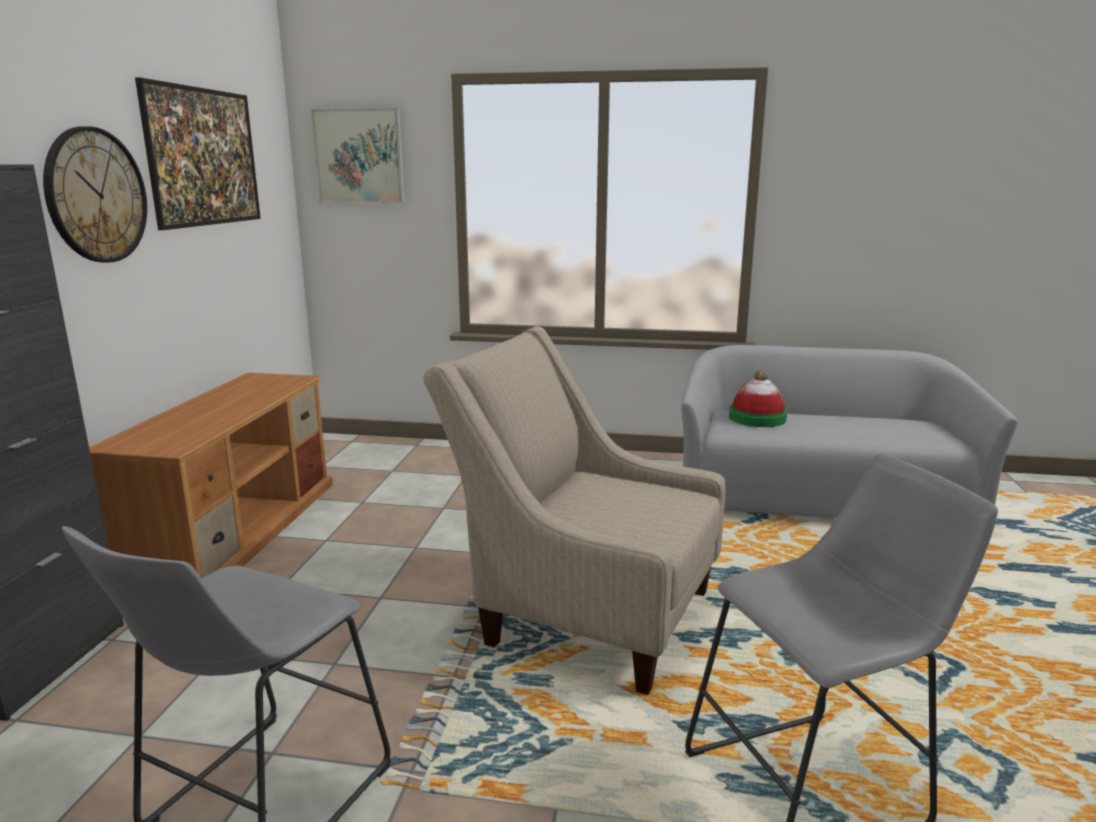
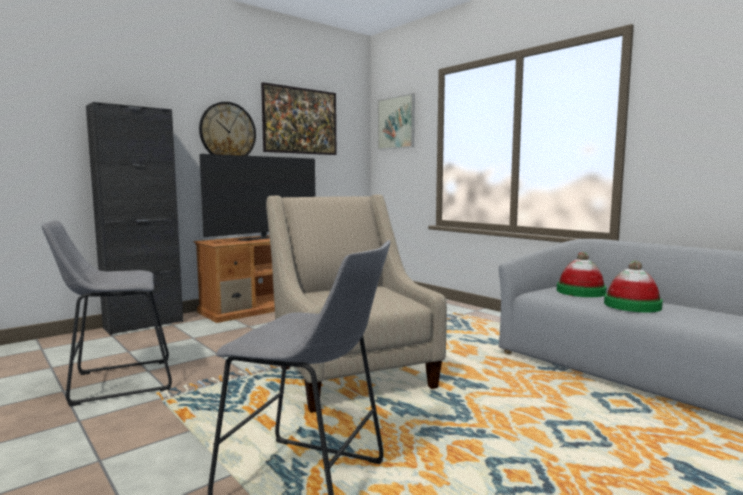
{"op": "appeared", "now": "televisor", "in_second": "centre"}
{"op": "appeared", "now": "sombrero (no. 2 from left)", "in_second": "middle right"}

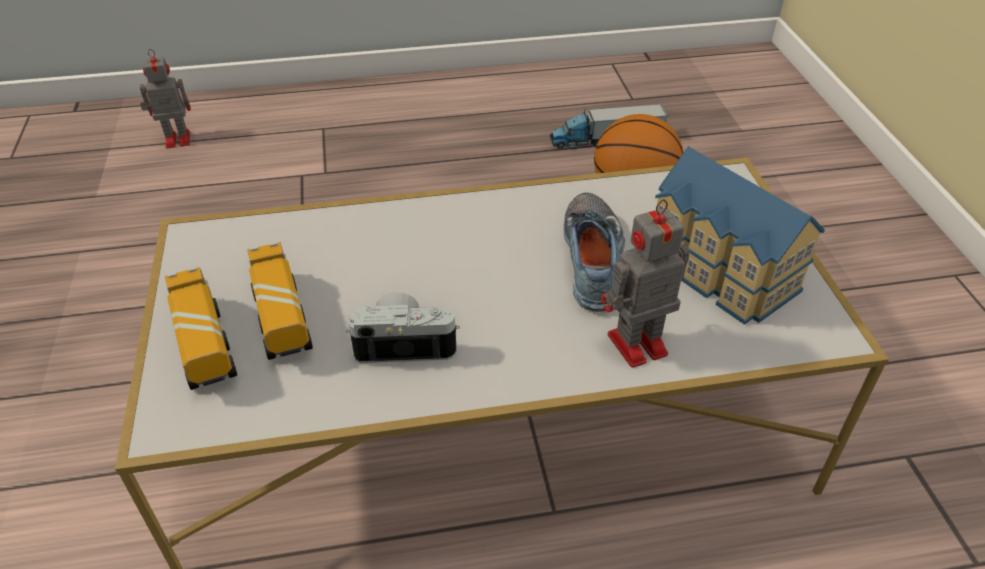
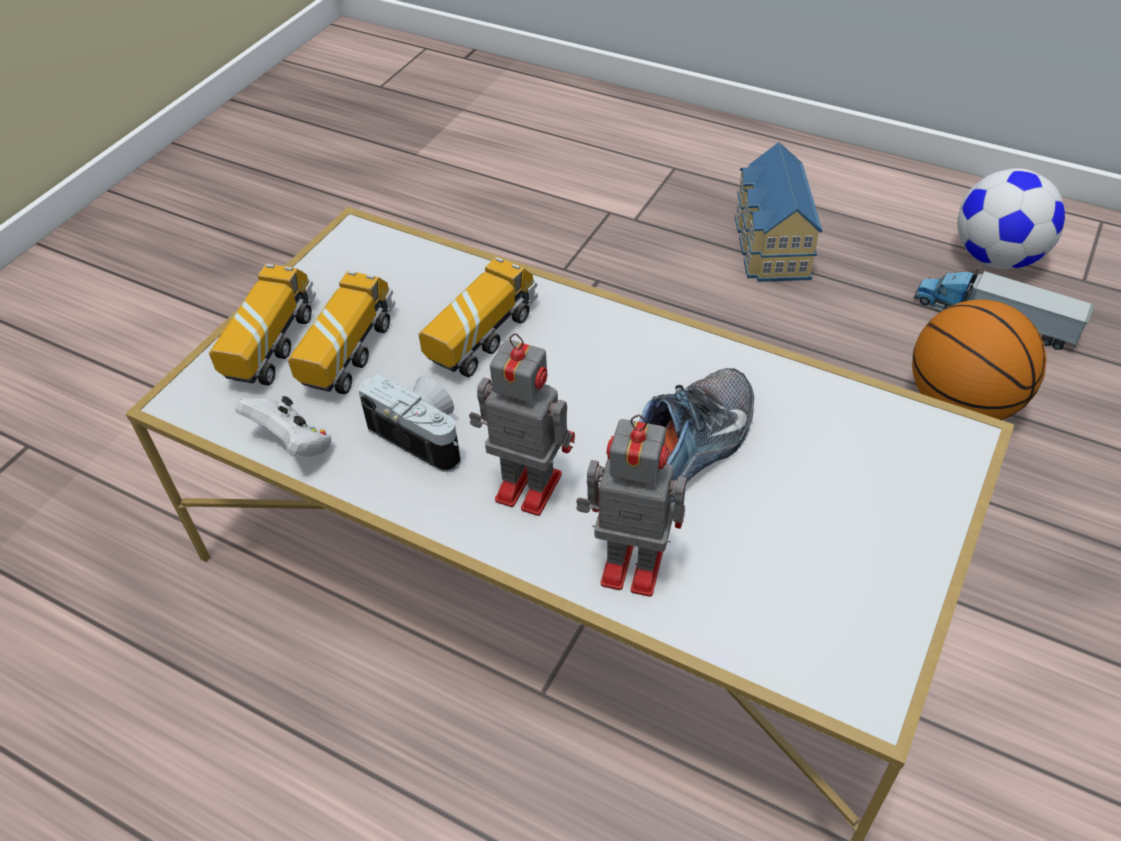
{"op": "relocated", "was": "robot de juguete (no. 1 from left)", "in_first": "top left", "in_second": "centre"}
{"op": "relocated", "was": "casita", "in_first": "middle right", "in_second": "top right"}
{"op": "appeared", "now": "mando de consola (blanco)", "in_second": "middle left"}
{"op": "appeared", "now": "camión de juguete (no. 3 from left)", "in_second": "centre"}
{"op": "appeared", "now": "balón de fútbol", "in_second": "top right"}

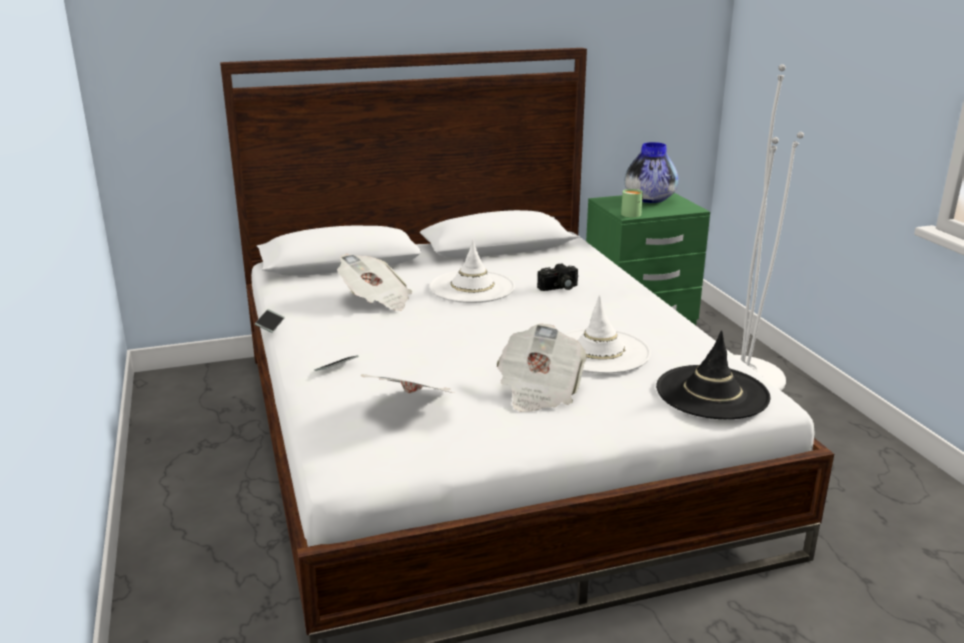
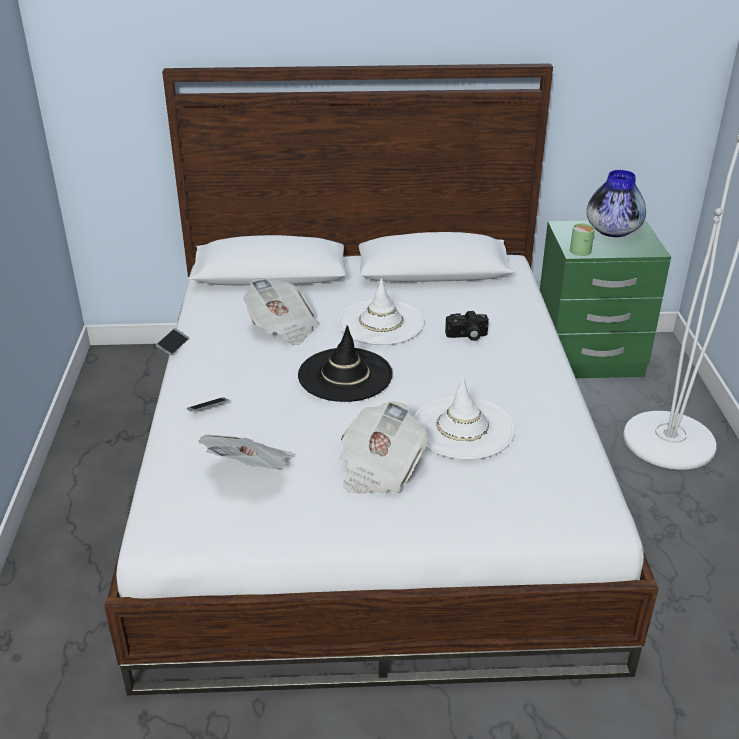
{"op": "relocated", "was": "sombrero (negro)", "in_first": "middle right", "in_second": "centre"}

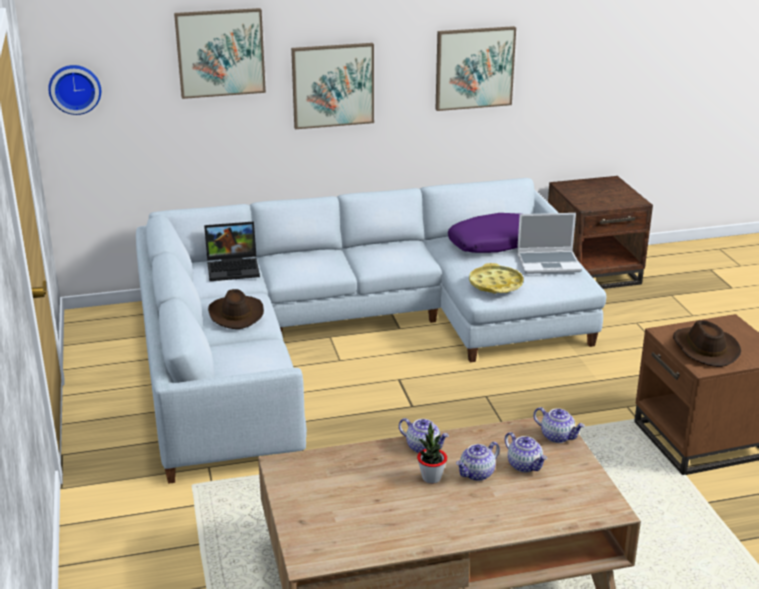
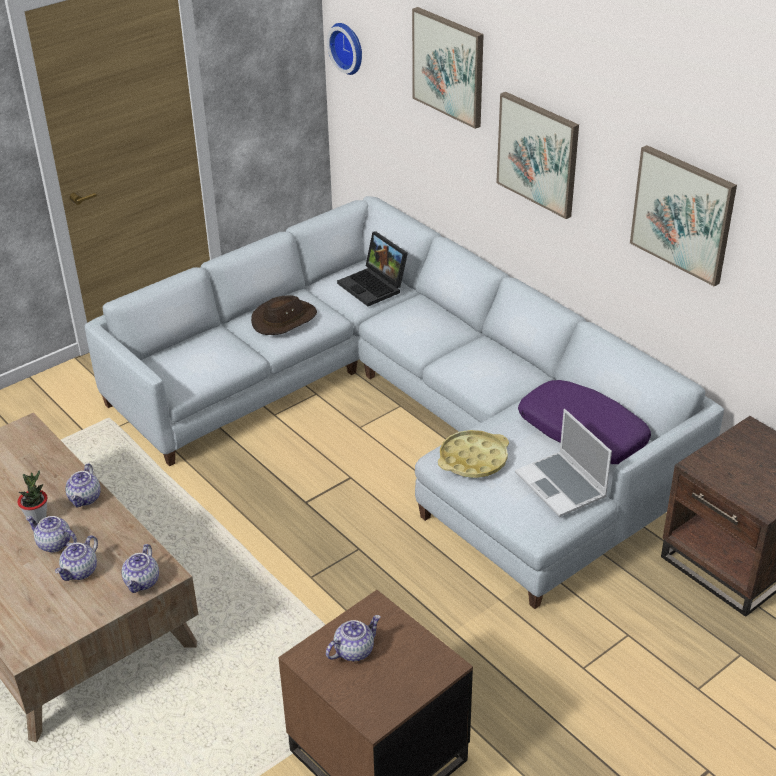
{"op": "exchanged", "was": "sombrero (marrón) (no. 2 from left)", "now": "tetera (no. 5 from left)", "in_first": "middle right", "in_second": "bottom centre"}

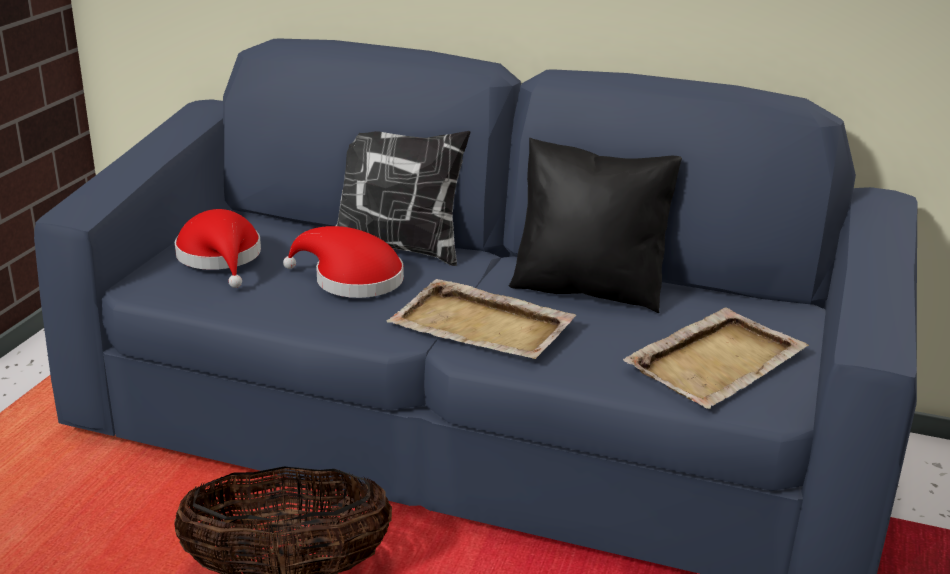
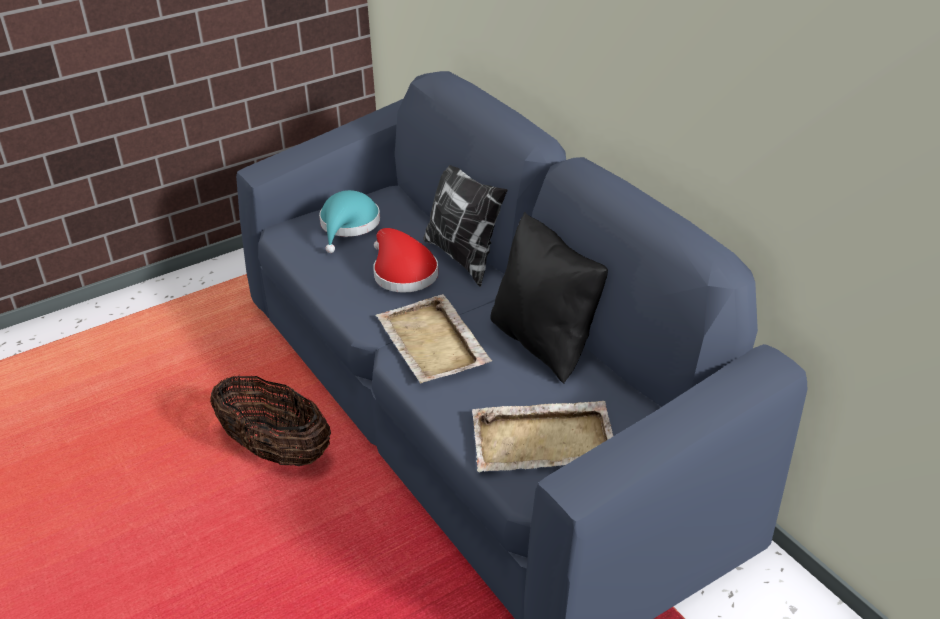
{"op": "colour", "was": "sombrero (rojo) (no. 1 from left)", "now": "sombrero (turquesa)", "in_first": "middle left", "in_second": "centre"}

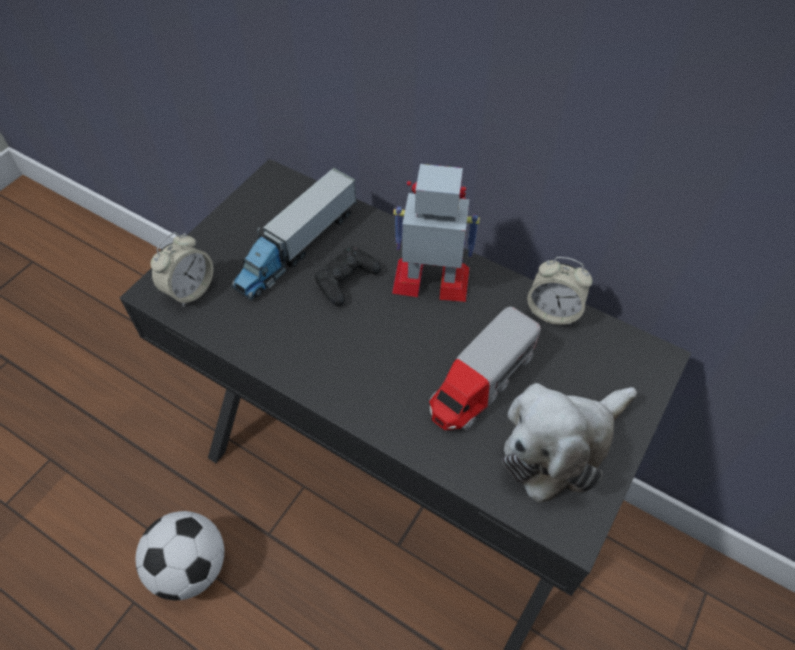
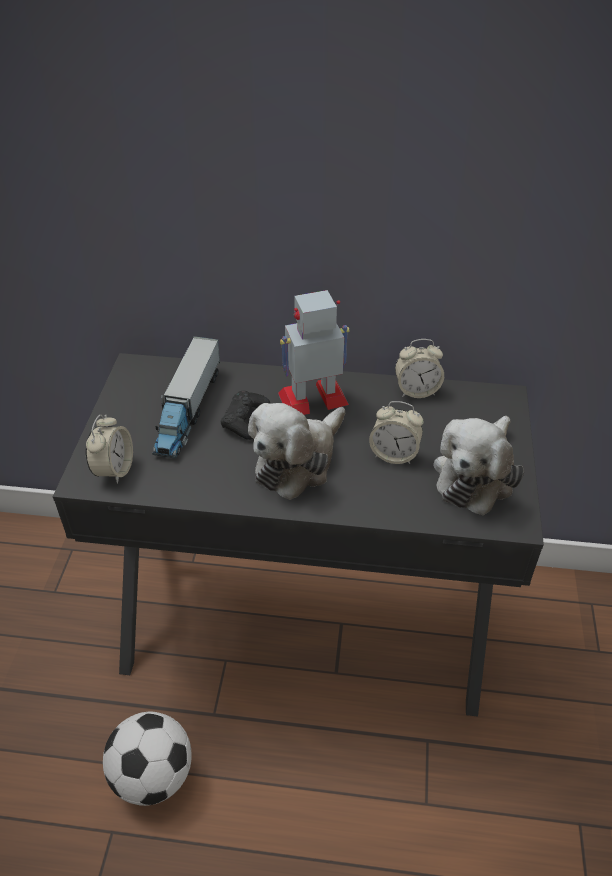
{"op": "exchanged", "was": "camión de juguete (no. 2 from left)", "now": "despertador (no. 2 from left)", "in_first": "centre", "in_second": "centre"}
{"op": "appeared", "now": "peluche (no. 1 from left)", "in_second": "centre"}

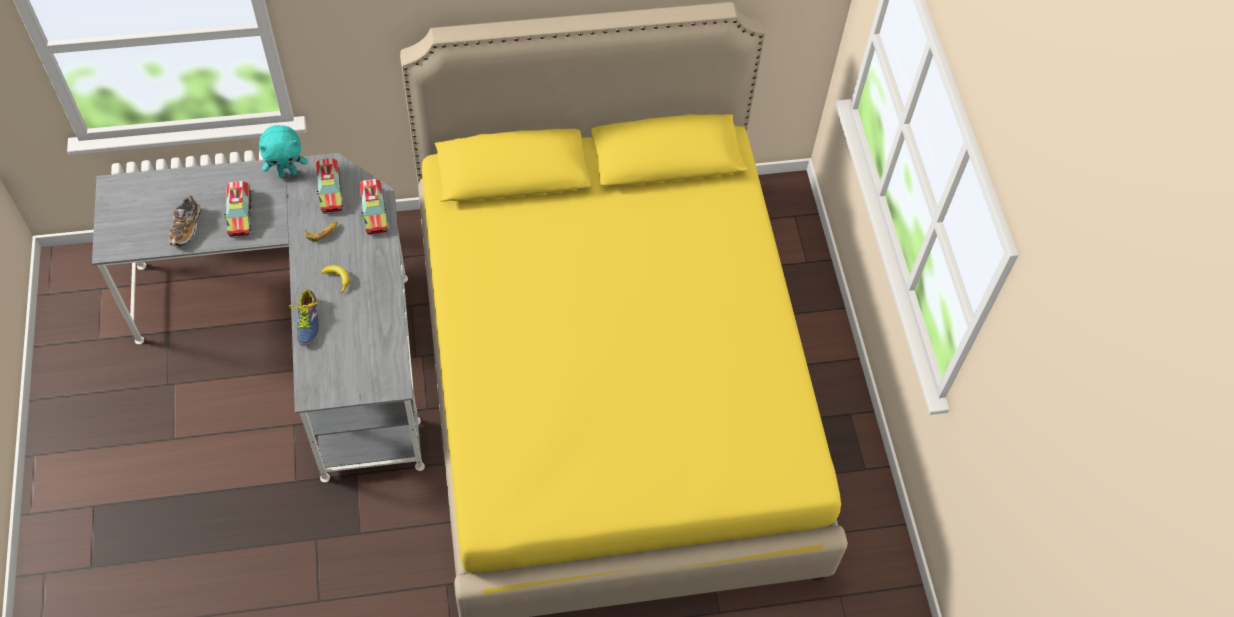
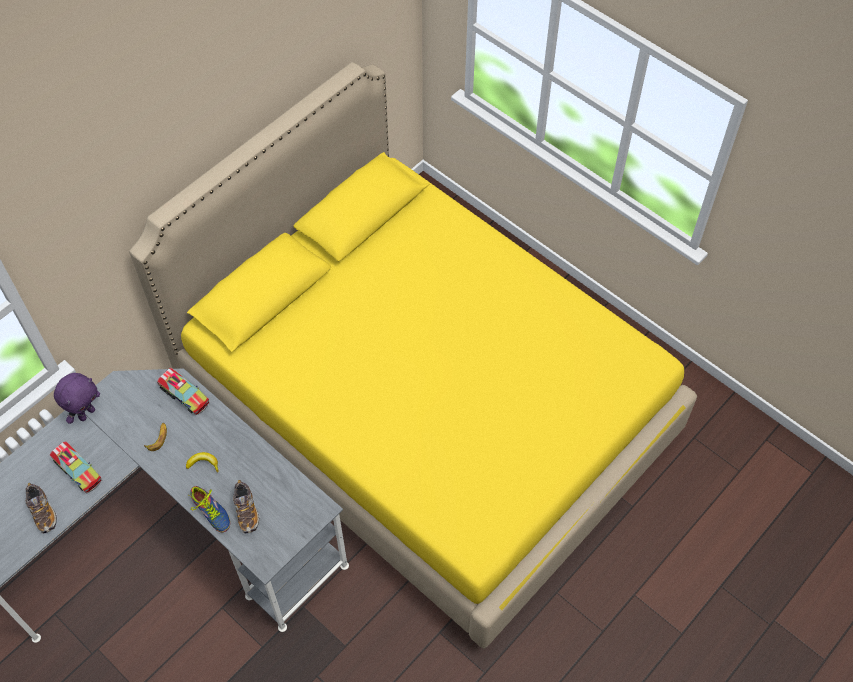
{"op": "colour", "was": "peluche (turquesa)", "now": "peluche (morado)", "in_first": "top left", "in_second": "middle left"}
{"op": "missing", "was": "camión de juguete (no. 2 from left)", "in_first": "top left"}
{"op": "appeared", "now": "zapato (no. 3 from left)", "in_second": "bottom left"}

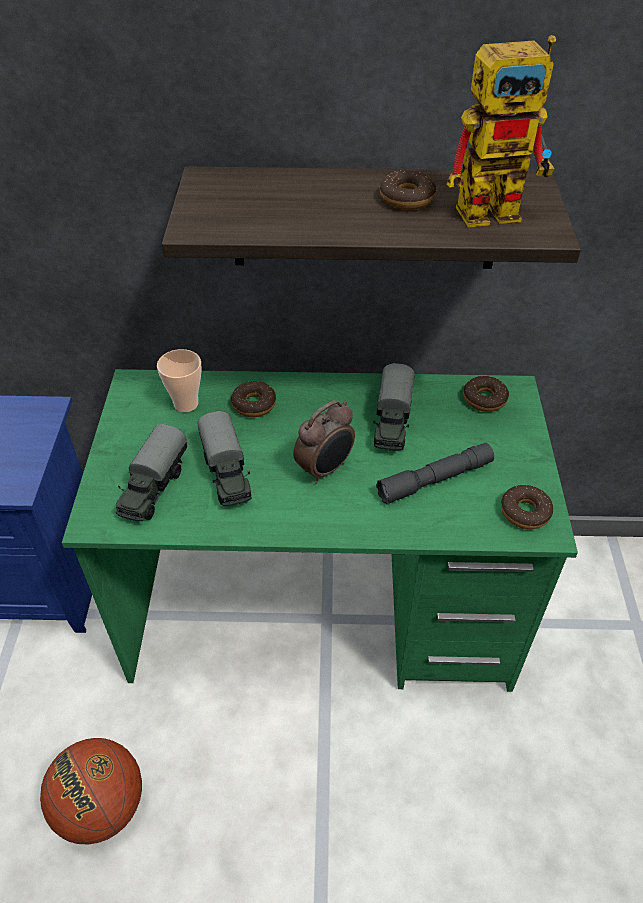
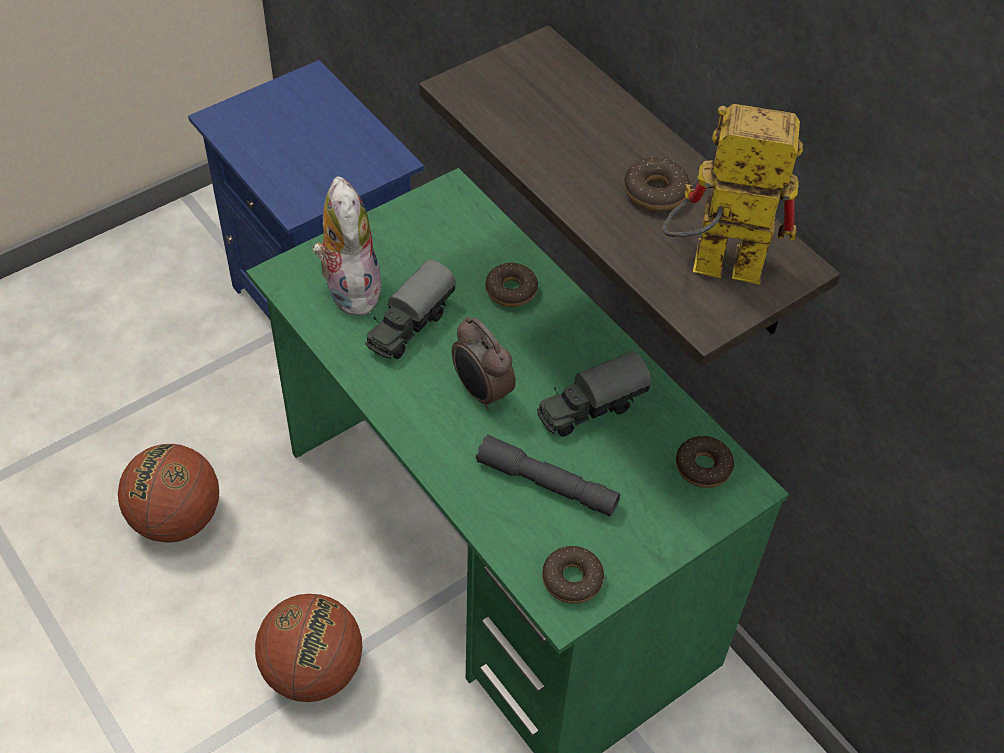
{"op": "exchanged", "was": "camión de juguete (no. 1 from left)", "now": "peluche", "in_first": "middle left", "in_second": "top centre"}
{"op": "missing", "was": "taza", "in_first": "middle left"}
{"op": "spun", "was": "despertador", "in_first": "centre", "in_second": "centre", "clockwise": 45}
{"op": "spun", "was": "robot de juguete", "in_first": "top right", "in_second": "top right", "clockwise": 150}
{"op": "appeared", "now": "balón de baloncesto (no. 2 from left)", "in_second": "bottom left"}

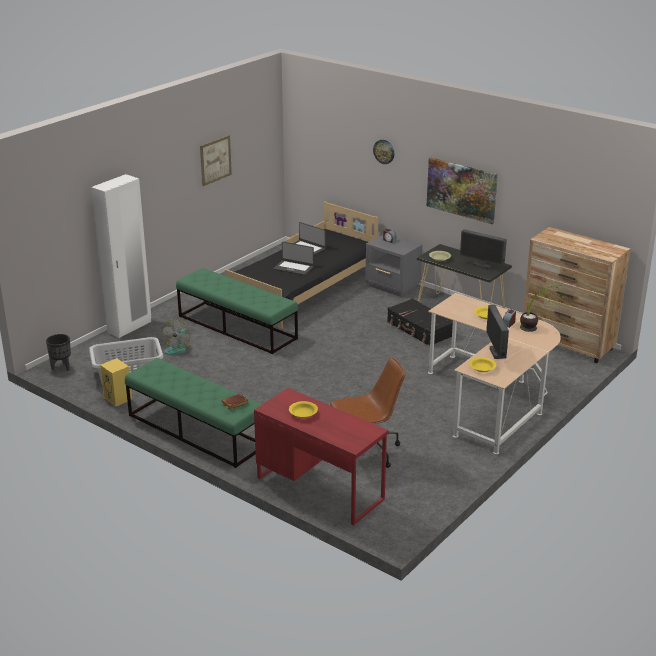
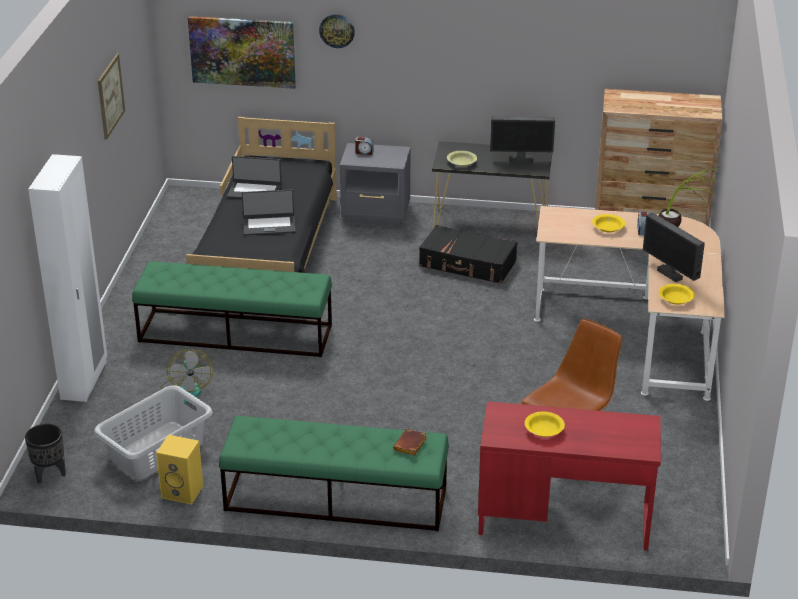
{"op": "relocated", "was": "cuadro (no. 2 from left)", "in_first": "top right", "in_second": "top left"}

